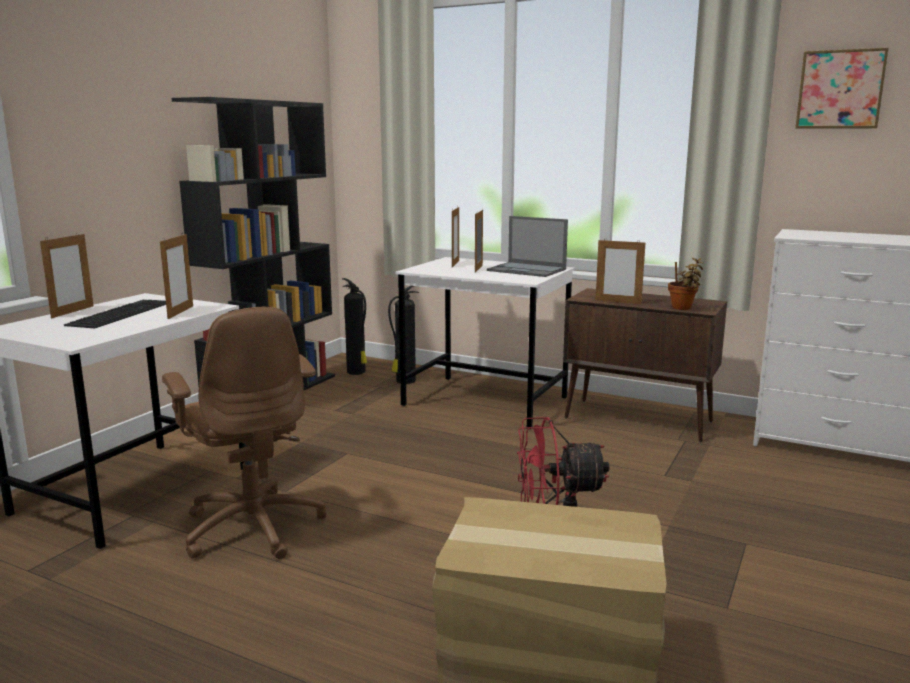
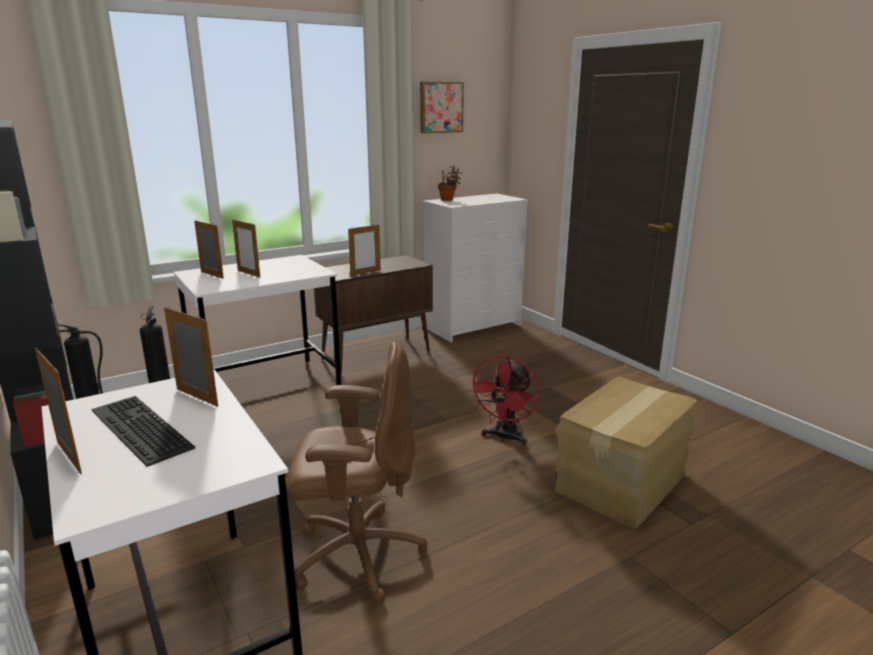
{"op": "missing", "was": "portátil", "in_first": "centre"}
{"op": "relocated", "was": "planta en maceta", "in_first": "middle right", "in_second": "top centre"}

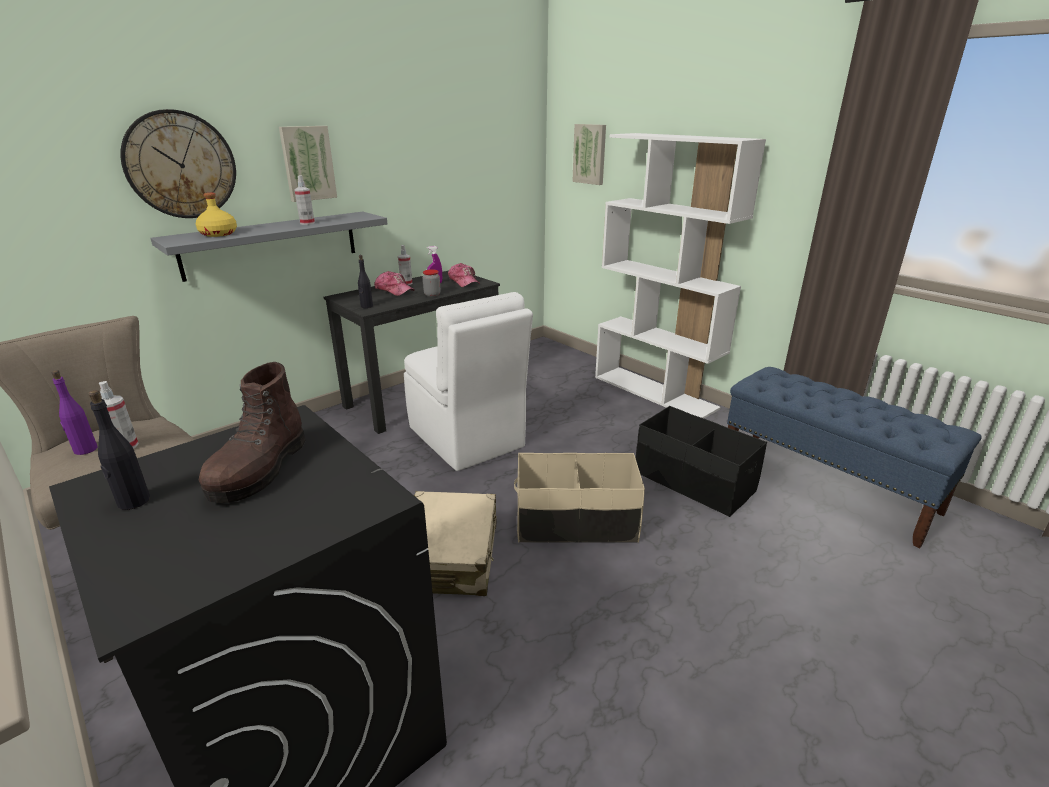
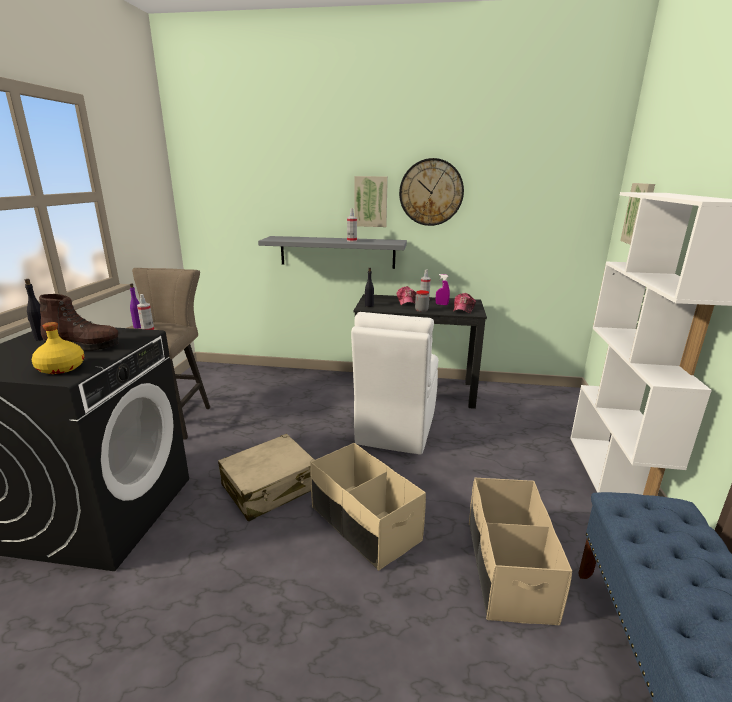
{"op": "relocated", "was": "reloj de pared", "in_first": "top left", "in_second": "top centre"}
{"op": "relocated", "was": "botella (amarillo)", "in_first": "top left", "in_second": "middle left"}
{"op": "spun", "was": "bota (marrón)", "in_first": "middle left", "in_second": "middle left", "clockwise": -150}
{"op": "colour", "was": "caja de almacenaje (negro)", "now": "caja de almacenaje (beis) (no. 2 from left)", "in_first": "middle right", "in_second": "bottom right"}

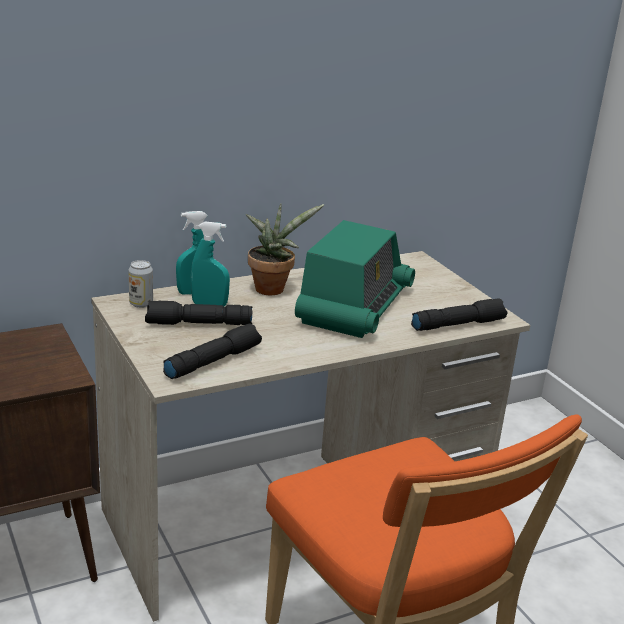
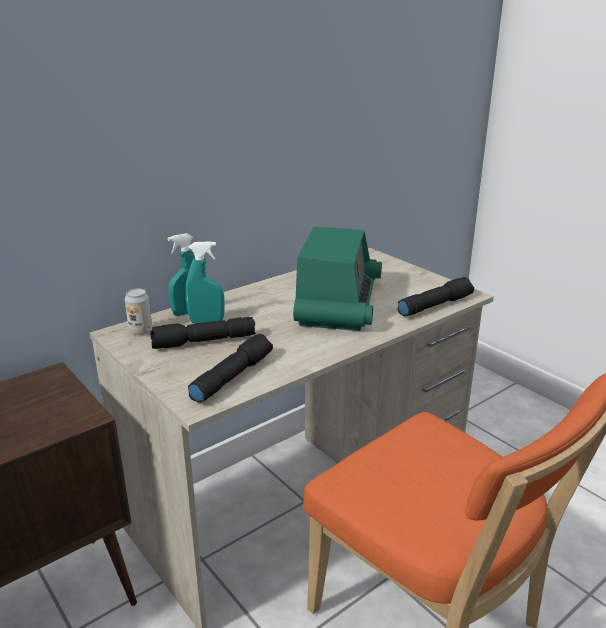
{"op": "missing", "was": "planta en maceta", "in_first": "centre"}

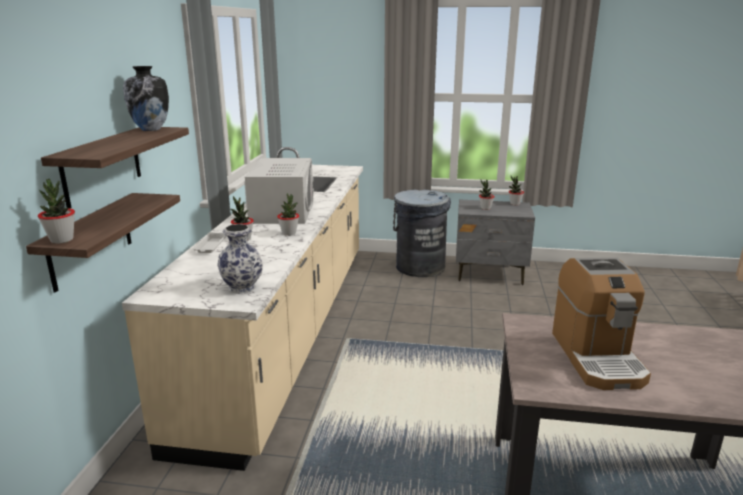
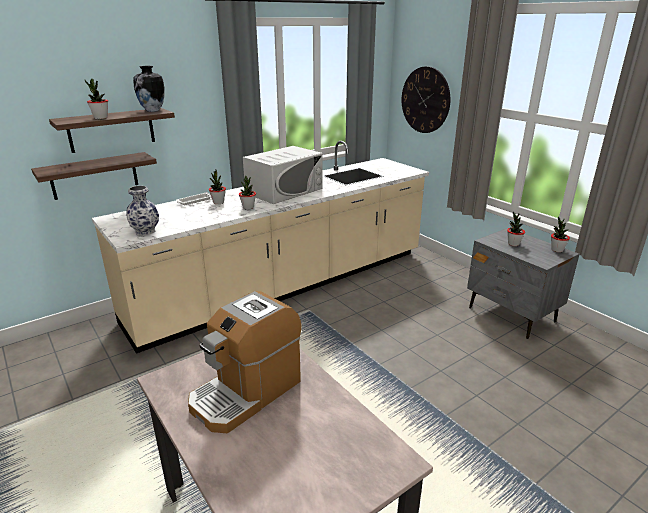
{"op": "relocated", "was": "planta en maceta (no. 1 from left)", "in_first": "middle left", "in_second": "top left"}
{"op": "missing", "was": "papelera (gris)", "in_first": "centre"}
{"op": "appeared", "now": "reloj de pared", "in_second": "top centre"}

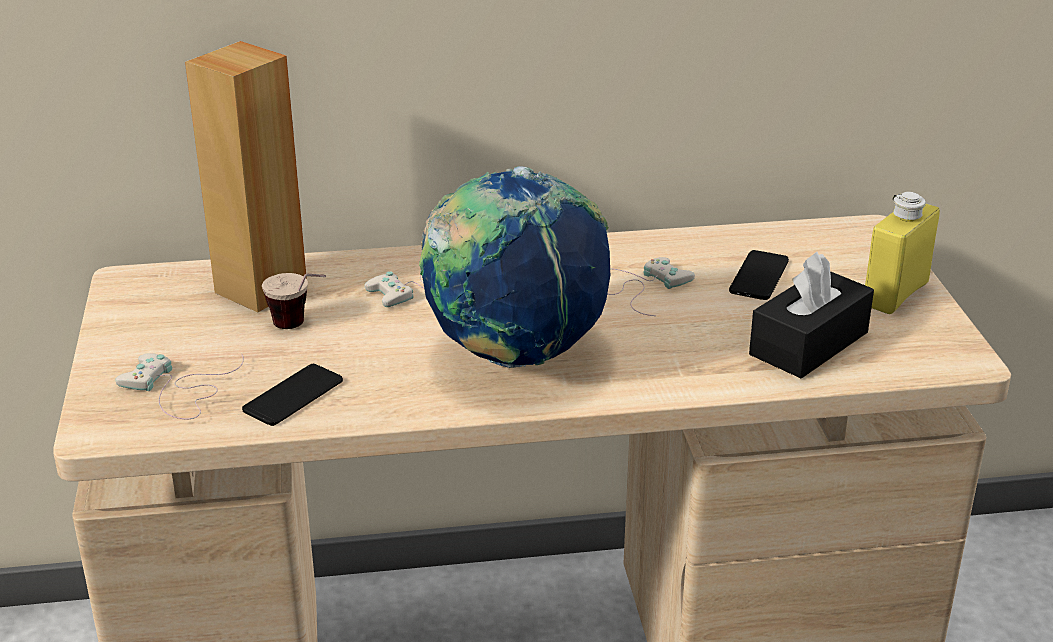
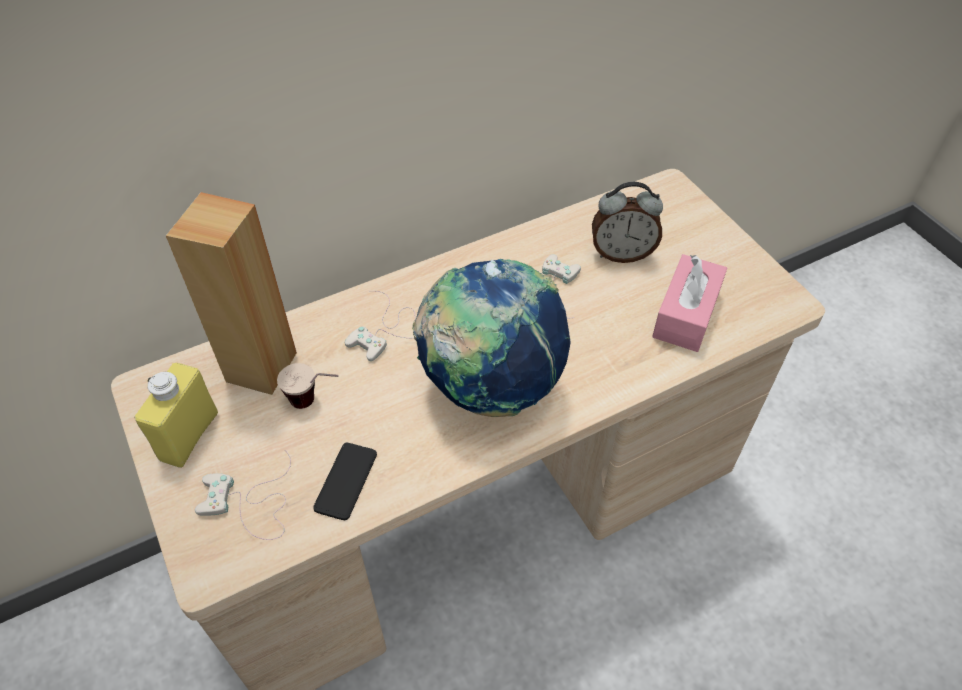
{"op": "exchanged", "was": "móvil (no. 2 from left)", "now": "despertador", "in_first": "middle right", "in_second": "top centre"}
{"op": "colour", "was": "caja de pañuelos (negro)", "now": "caja de pañuelos (rosa)", "in_first": "middle right", "in_second": "middle right"}
{"op": "relocated", "was": "botella (amarillo)", "in_first": "middle right", "in_second": "middle left"}

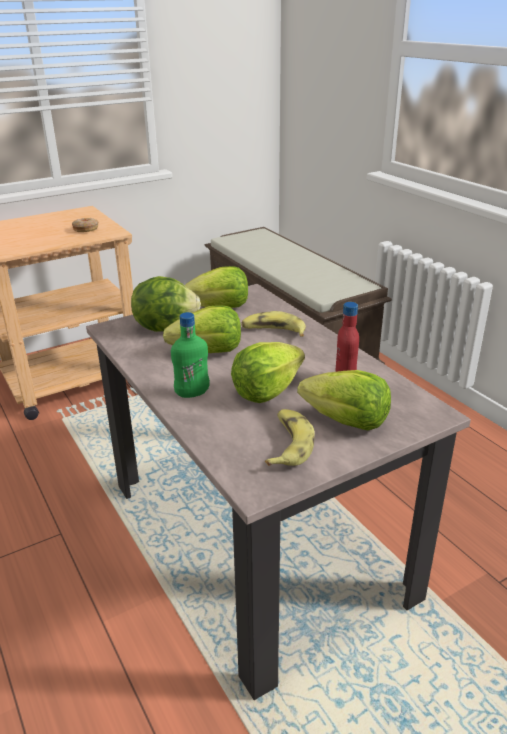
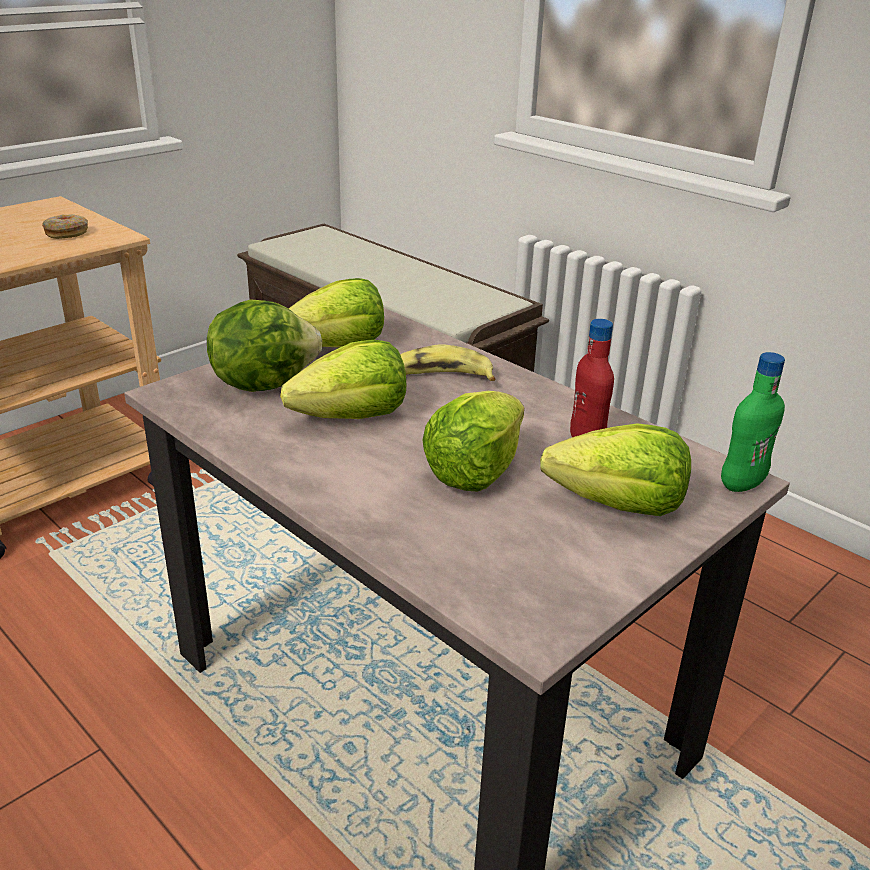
{"op": "relocated", "was": "botella (verde)", "in_first": "centre", "in_second": "middle right"}
{"op": "missing", "was": "plátano (no. 2 from left)", "in_first": "centre"}

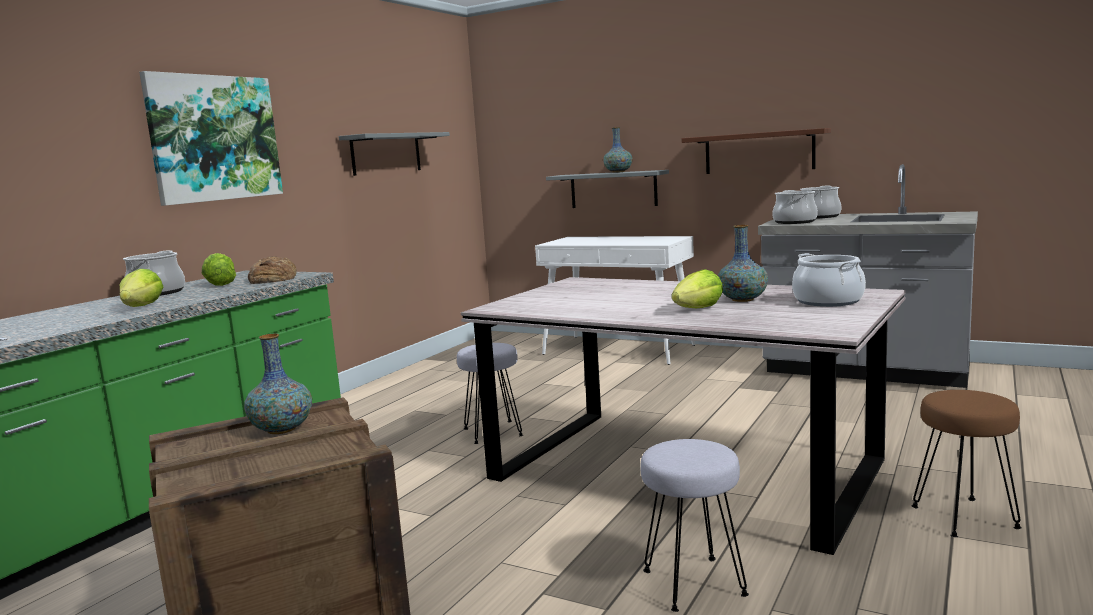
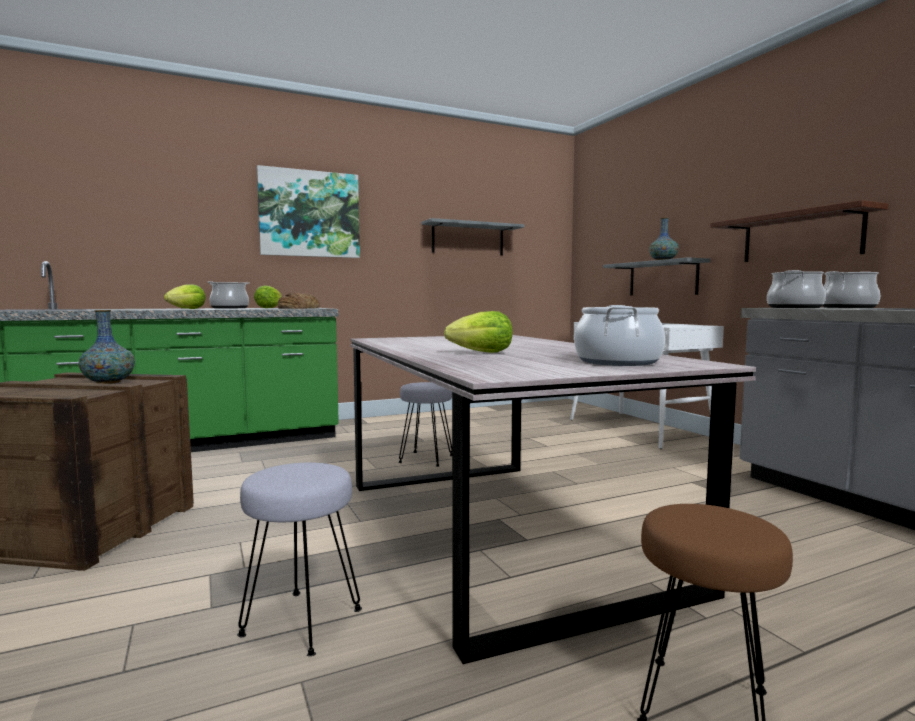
{"op": "missing", "was": "florero (no. 3 from left)", "in_first": "middle right"}

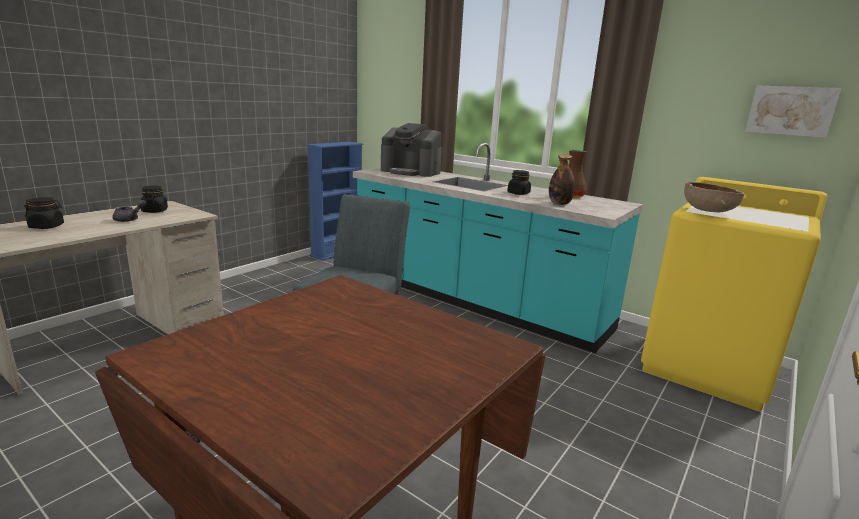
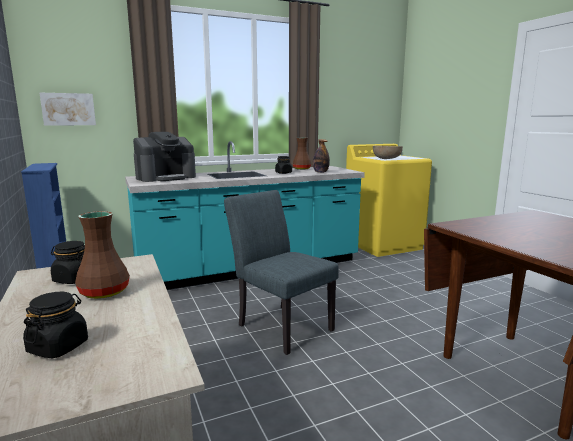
{"op": "exchanged", "was": "tetera (gris)", "now": "florero (marrón) (no. 1 from left)", "in_first": "middle left", "in_second": "middle left"}
{"op": "relocated", "was": "cuadro", "in_first": "top right", "in_second": "top left"}

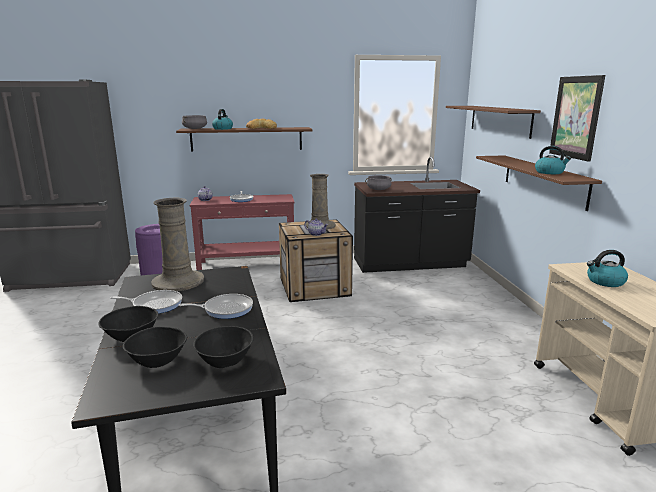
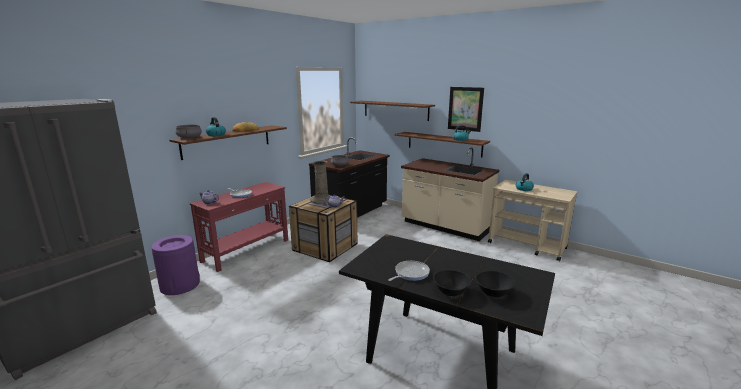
{"op": "missing", "was": "florero (beis) (no. 1 from left)", "in_first": "middle left"}
{"op": "missing", "was": "sartén (no. 2 from left)", "in_first": "middle left"}
{"op": "missing", "was": "cuenco (negro) (no. 3 from left)", "in_first": "bottom centre"}
{"op": "appeared", "now": "mueble bajo de cocina (beis)", "in_second": "centre"}

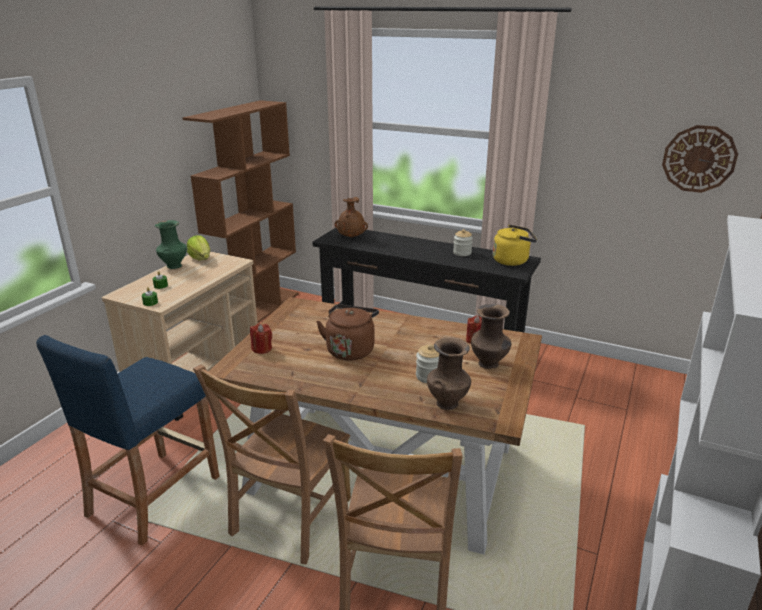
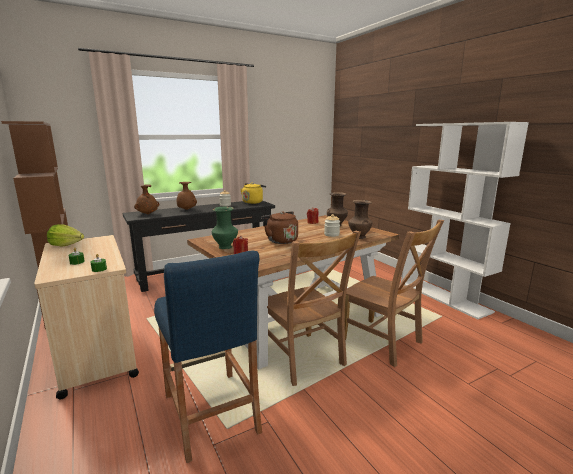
{"op": "relocated", "was": "florero (verde)", "in_first": "middle left", "in_second": "centre"}
{"op": "missing", "was": "reloj de pared", "in_first": "top right"}
{"op": "appeared", "now": "florero (marrón) (no. 2 from left)", "in_second": "middle left"}

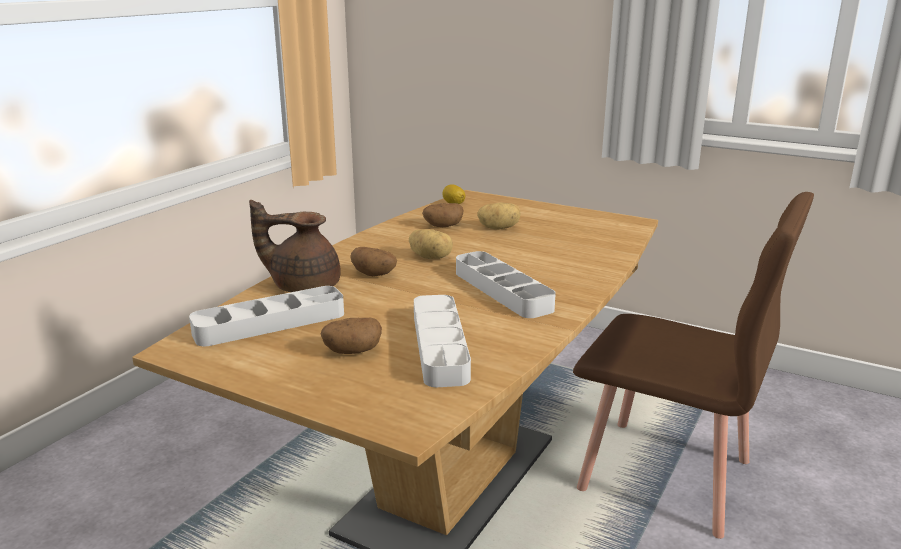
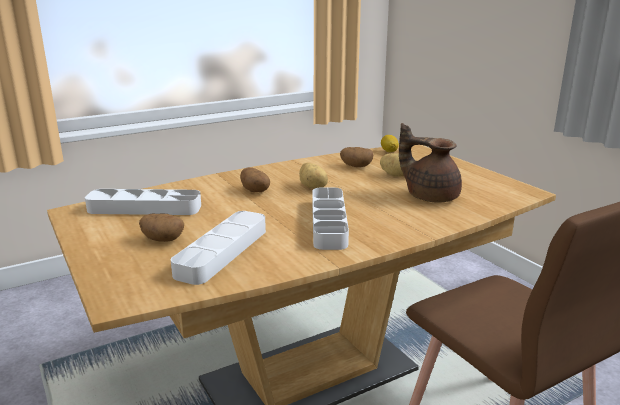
{"op": "relocated", "was": "tetera (marrón)", "in_first": "middle left", "in_second": "middle right"}

